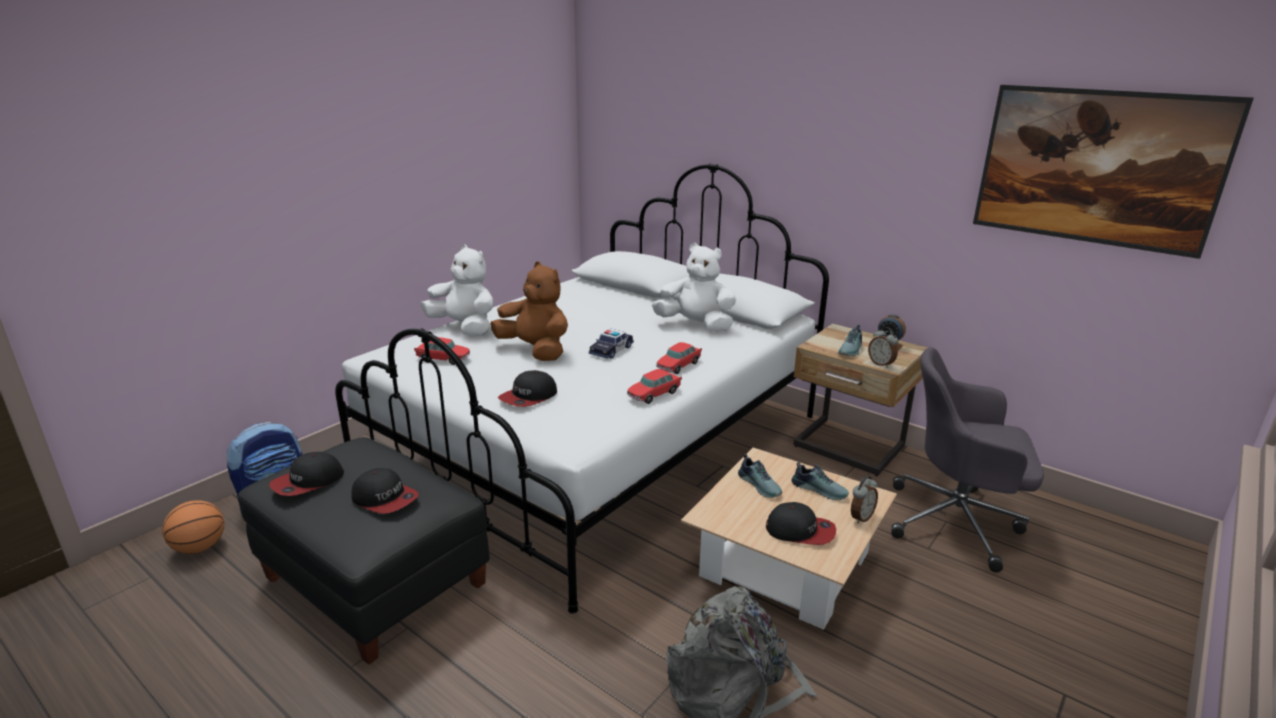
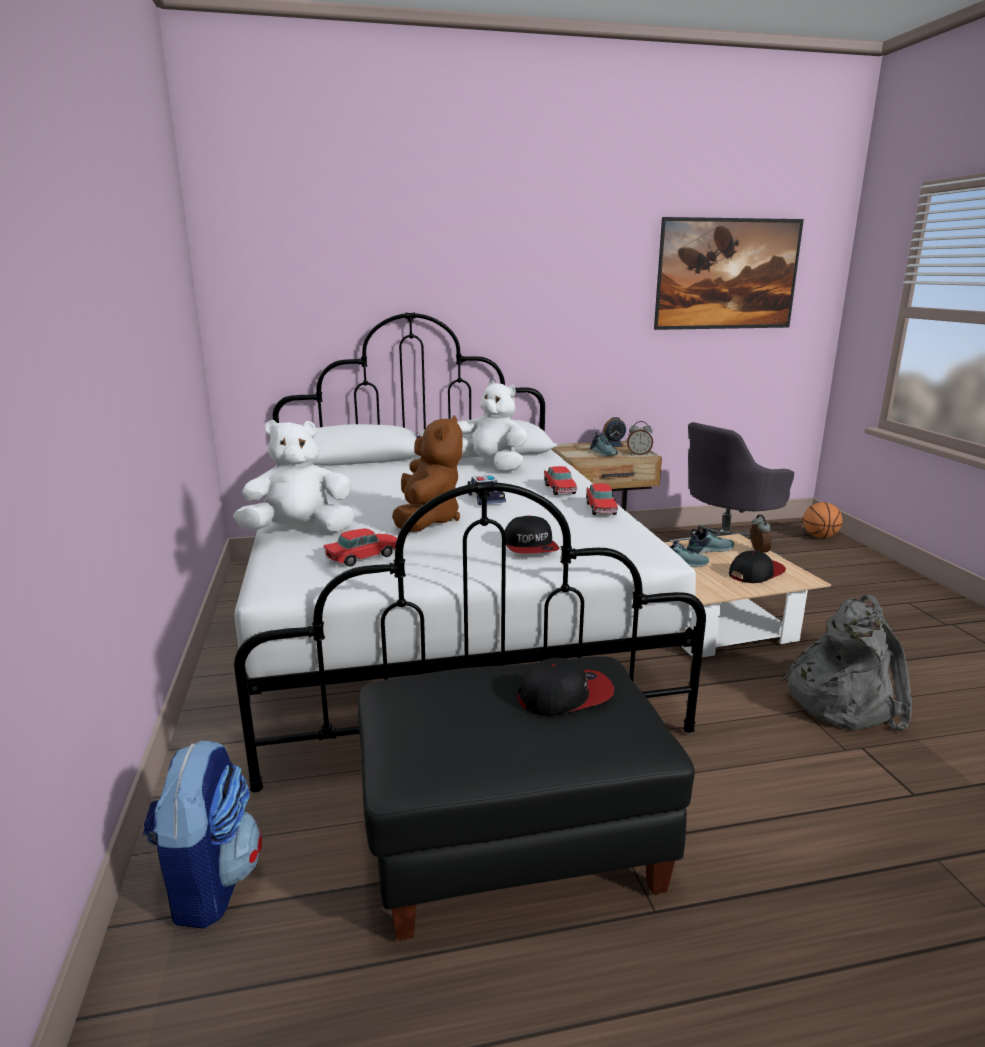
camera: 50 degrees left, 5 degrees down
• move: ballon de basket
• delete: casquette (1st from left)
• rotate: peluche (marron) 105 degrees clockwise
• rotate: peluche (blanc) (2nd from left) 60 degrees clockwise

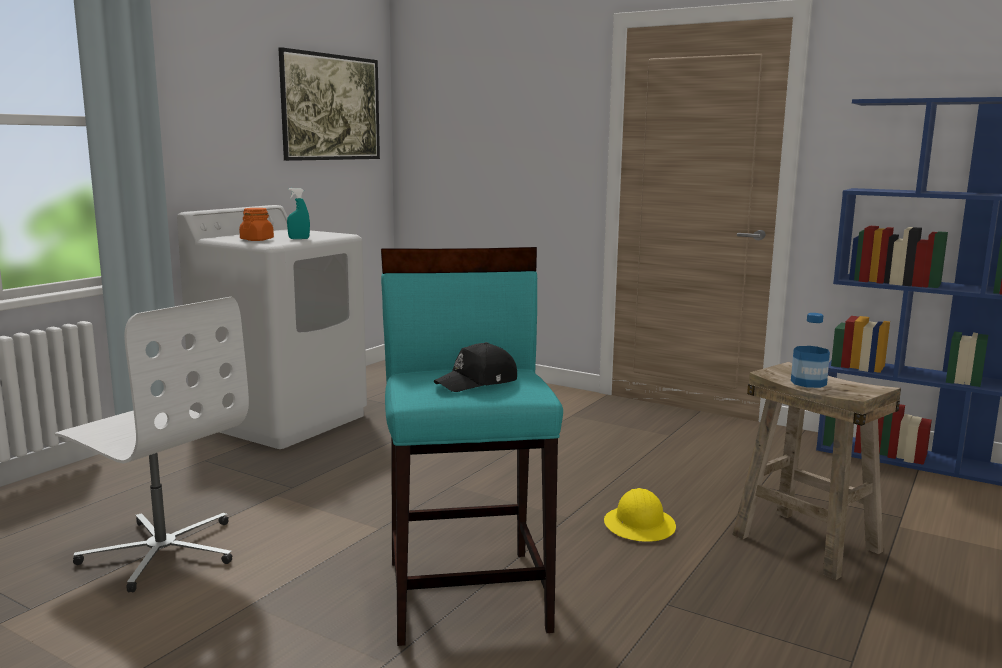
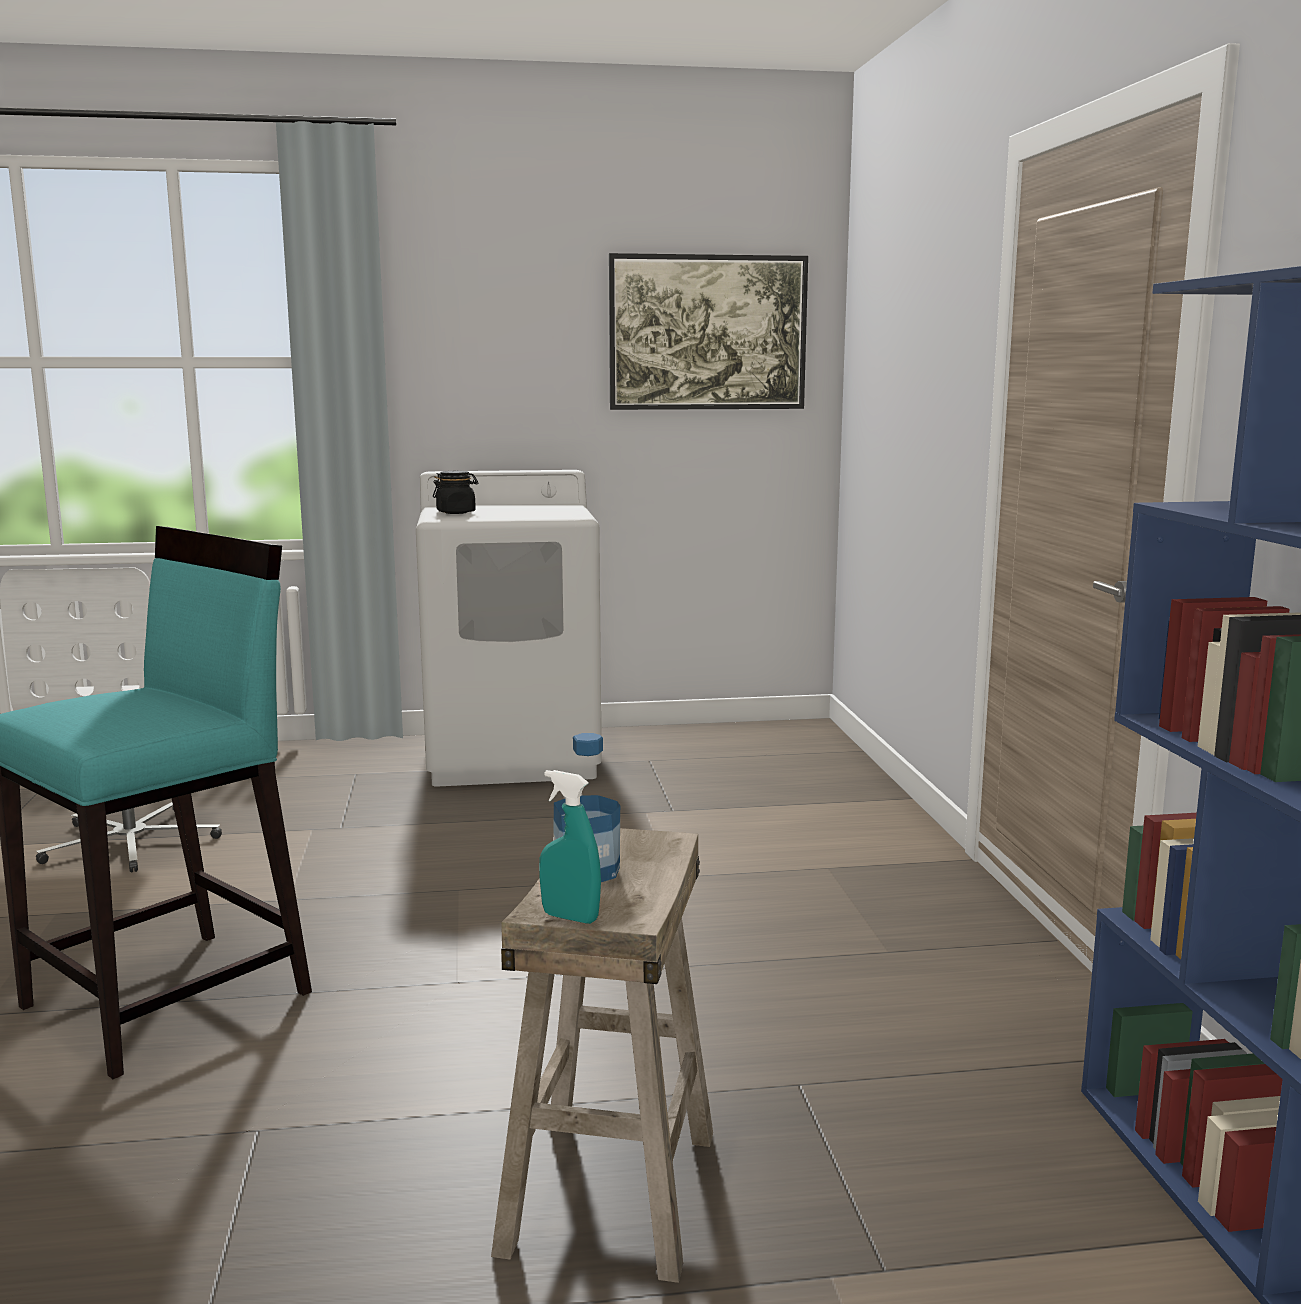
camera: 50 degrees right, 0 degrees up
• recolor: bocal (orange) to bocal (noir)
• move: vaporisateur (turquoise)
• delete: casquette (noir)
• delete: casque de chantier (jaune)

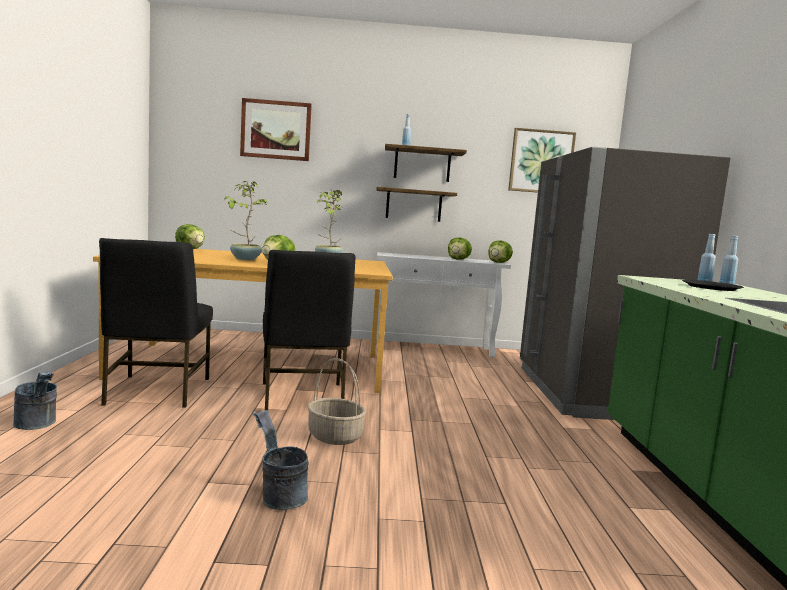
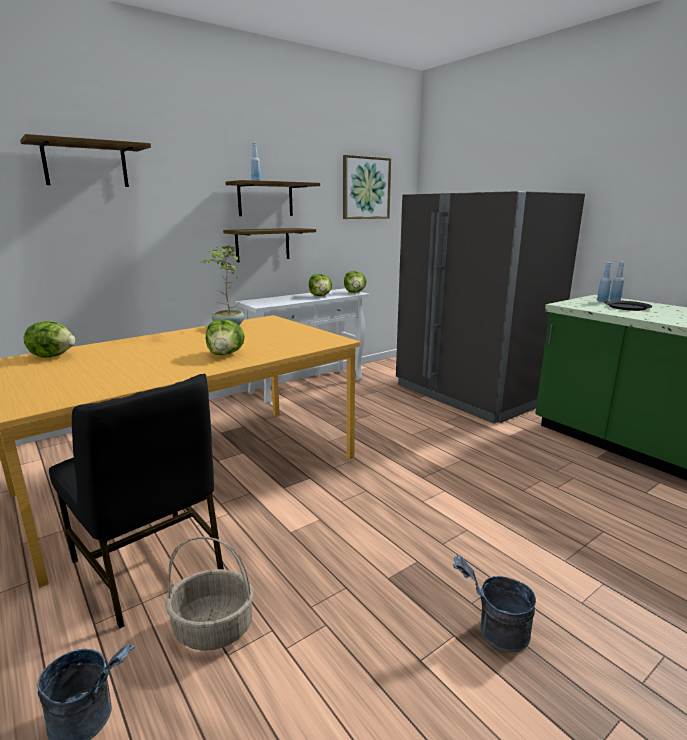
camera: 35 degrees left, 10 degrees up
• delete: plante en pot (1st from left)
• replace: tableau (1st from left) to étagère (1st from left)
• delete: chaise (noir) (2nd from left)
• move: panier

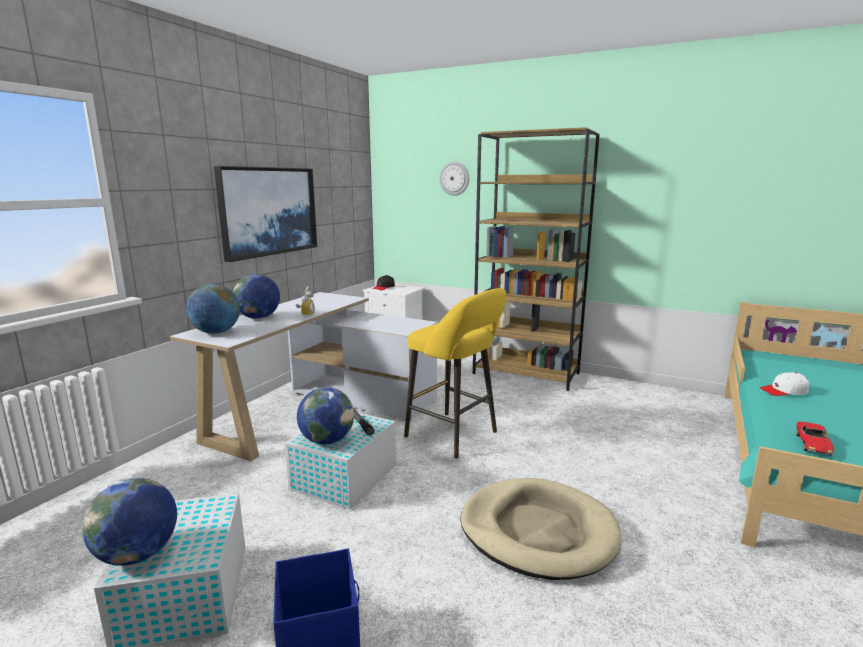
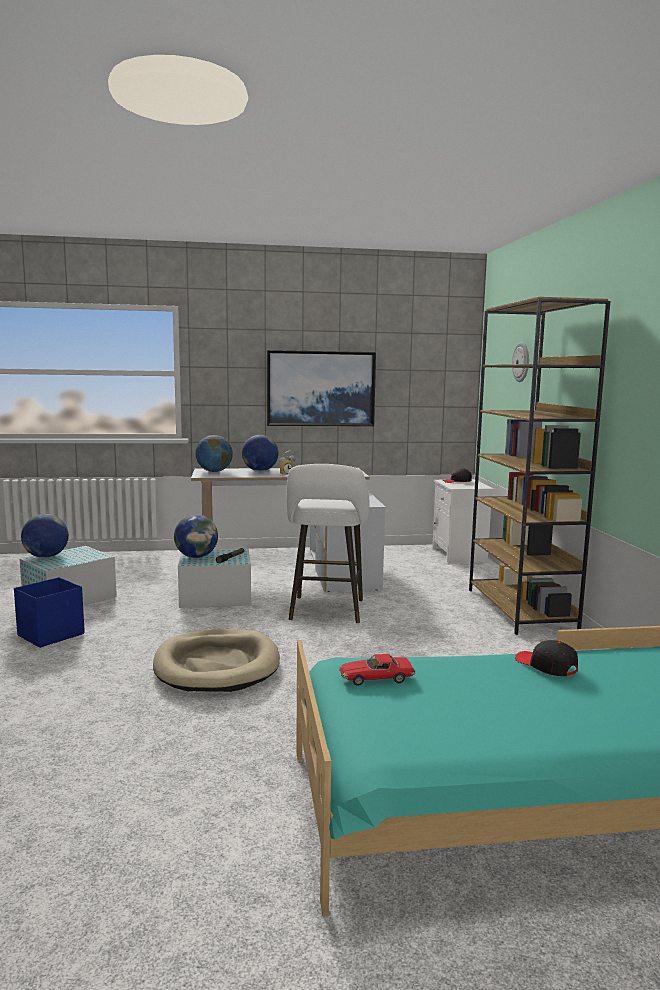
camera: 55 degrees right, 5 degrees down
• recolor: tabouret (jaune) to tabouret (blanc)
• recolor: casquette (blanc) to casquette (noir) (2nd from left)

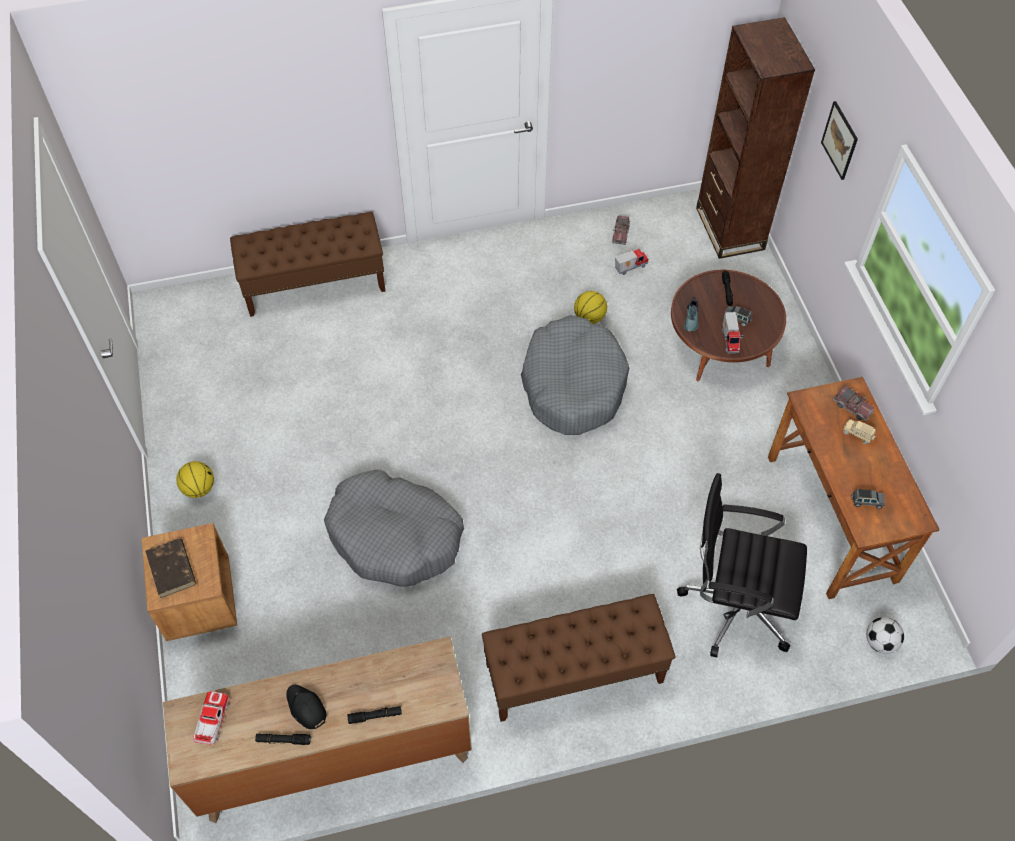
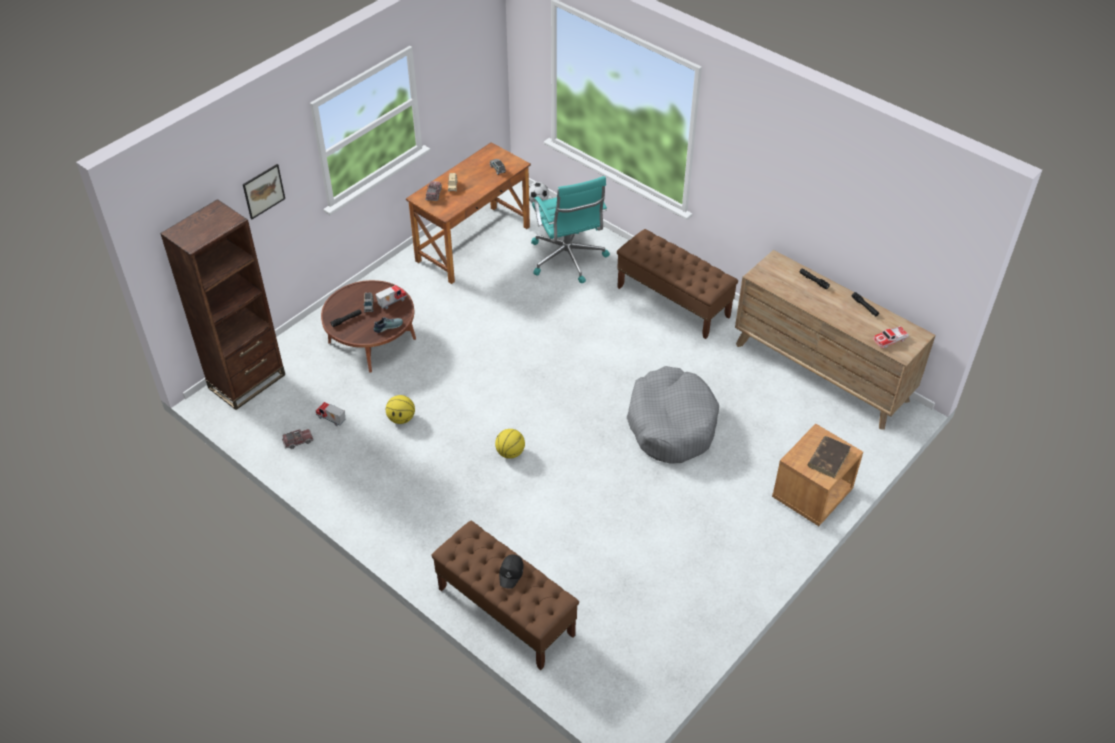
camera: 125 degrees left, 10 degrees down
• move: ballon de basket (1st from left in the first image) to ballon de basket (2nd from left)
• move: casquette (noir)
• delete: panier pour chien (gris) (2nd from left)
• recolor: chaise de bureau (noir) to chaise de bureau (turquoise)

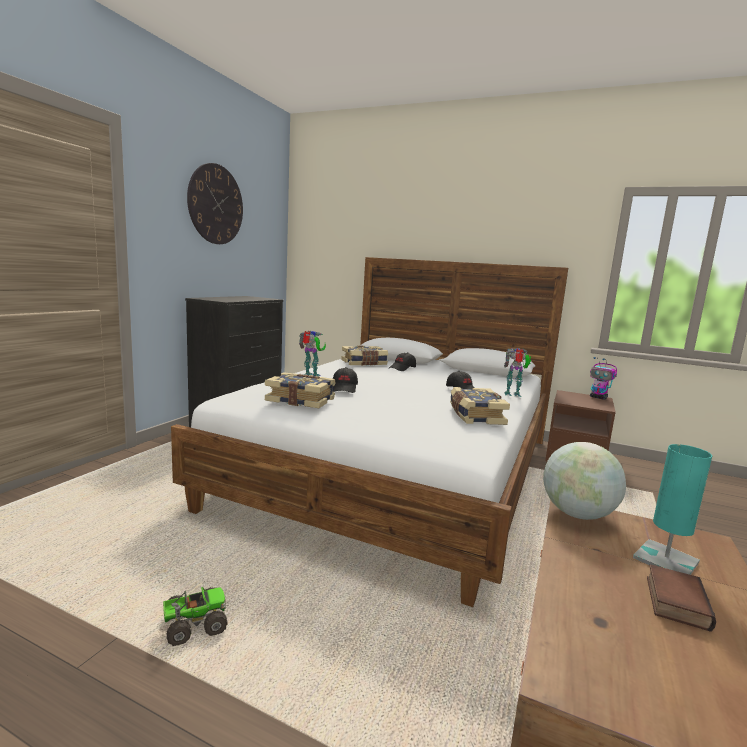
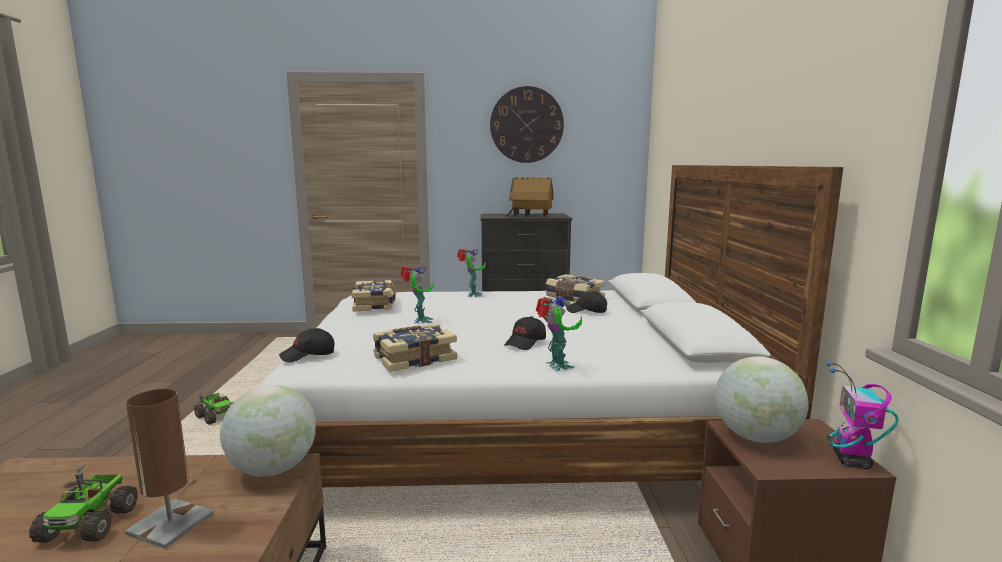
camera: 65 degrees right, 0 degrees up
• move: casquette (noir) (1st from left)
• recolor: lampe de table (turquoise) to lampe de table (marron)
• replace: livre (4th from left) to camion jouet (1st from left)
• insert: robot jouet (1st from left)
• insert: maison miniature
• insert: globe (2nd from left)

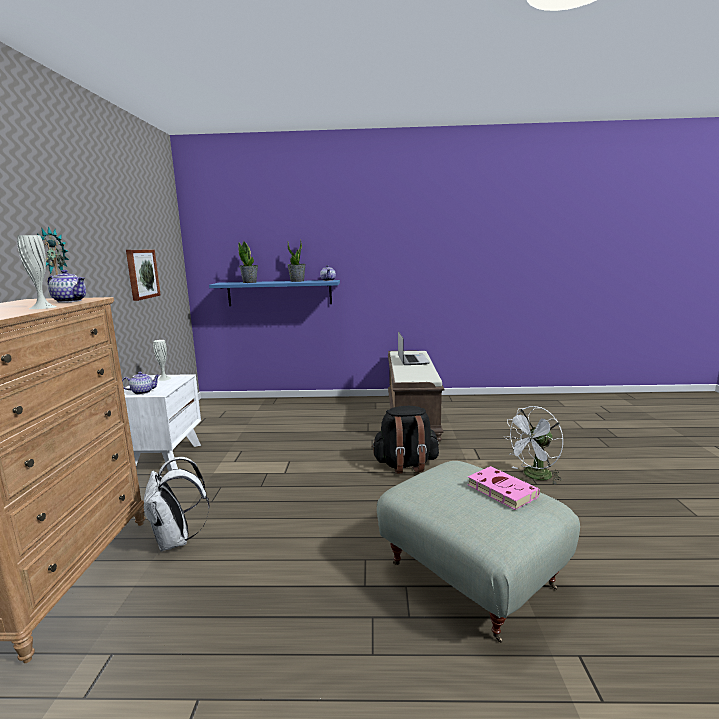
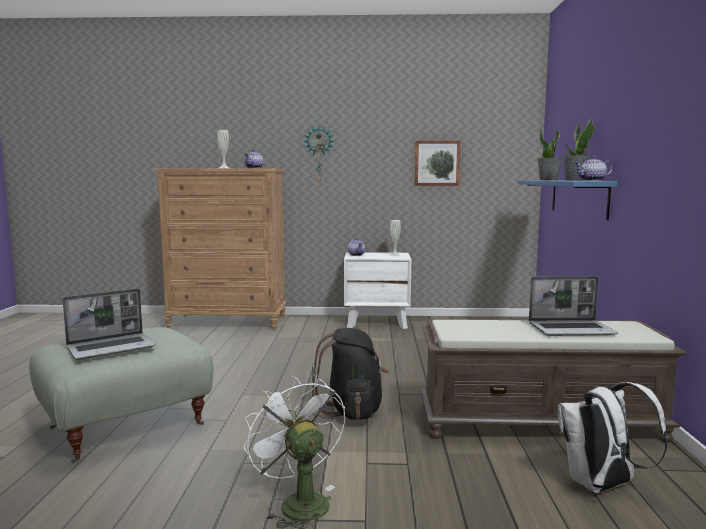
camera: 90 degrees right, 5 degrees down
• move: sac à dos (blanc)
• replace: livre (rose) to ordinateur portable (1st from left)

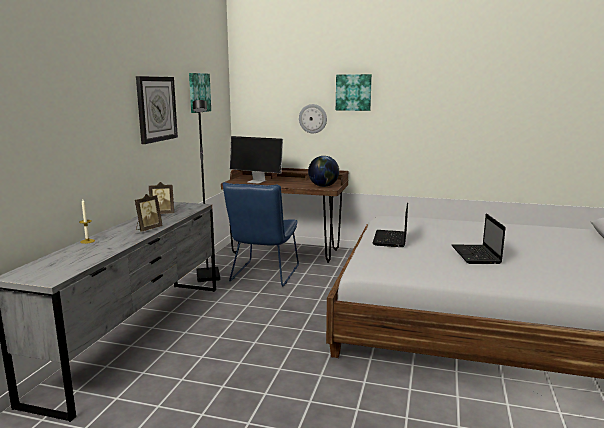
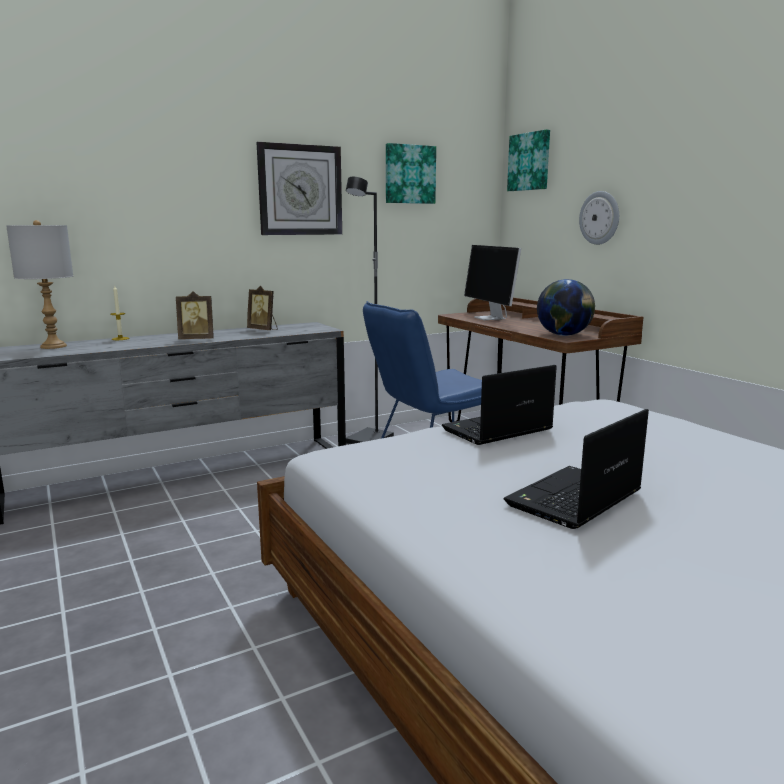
camera: 45 degrees right, 0 degrees up
• move: tableau (2nd from left)
• insert: lampe de table (gris)

